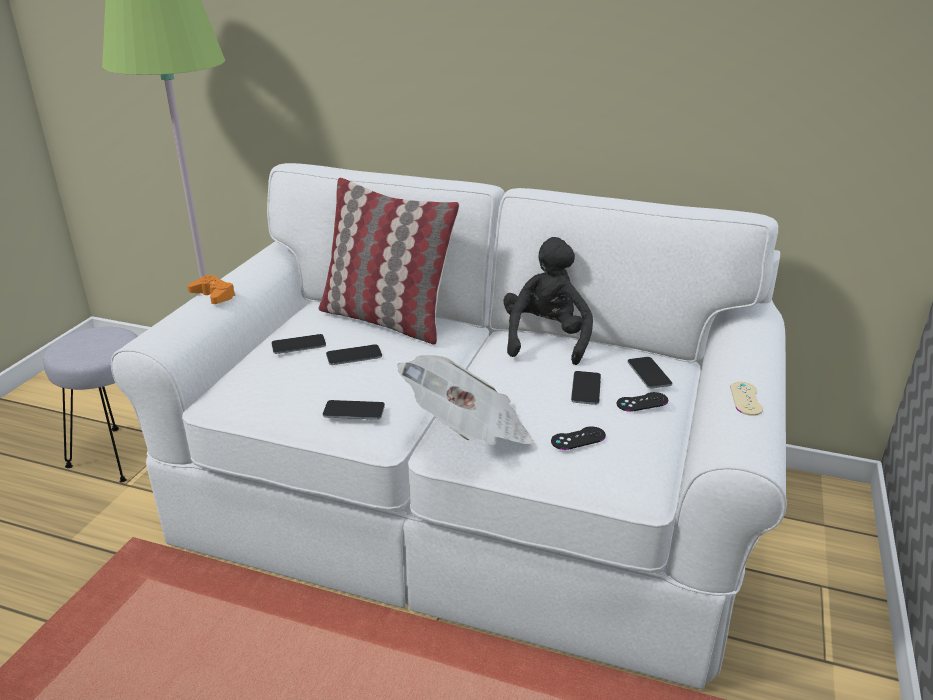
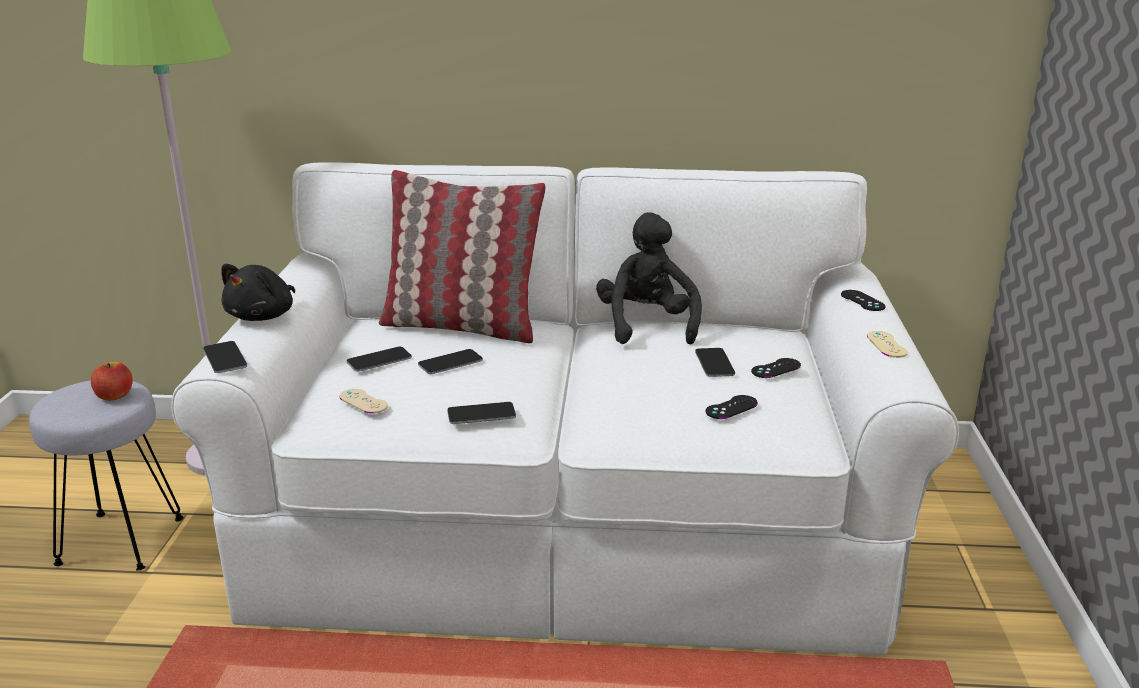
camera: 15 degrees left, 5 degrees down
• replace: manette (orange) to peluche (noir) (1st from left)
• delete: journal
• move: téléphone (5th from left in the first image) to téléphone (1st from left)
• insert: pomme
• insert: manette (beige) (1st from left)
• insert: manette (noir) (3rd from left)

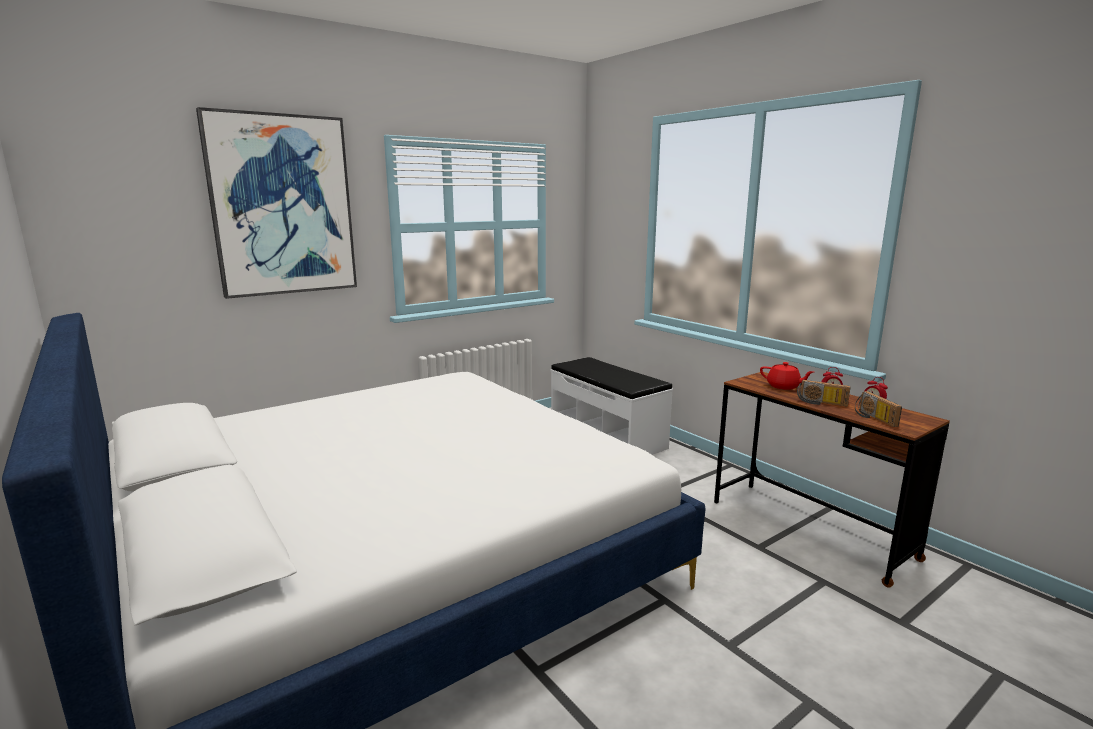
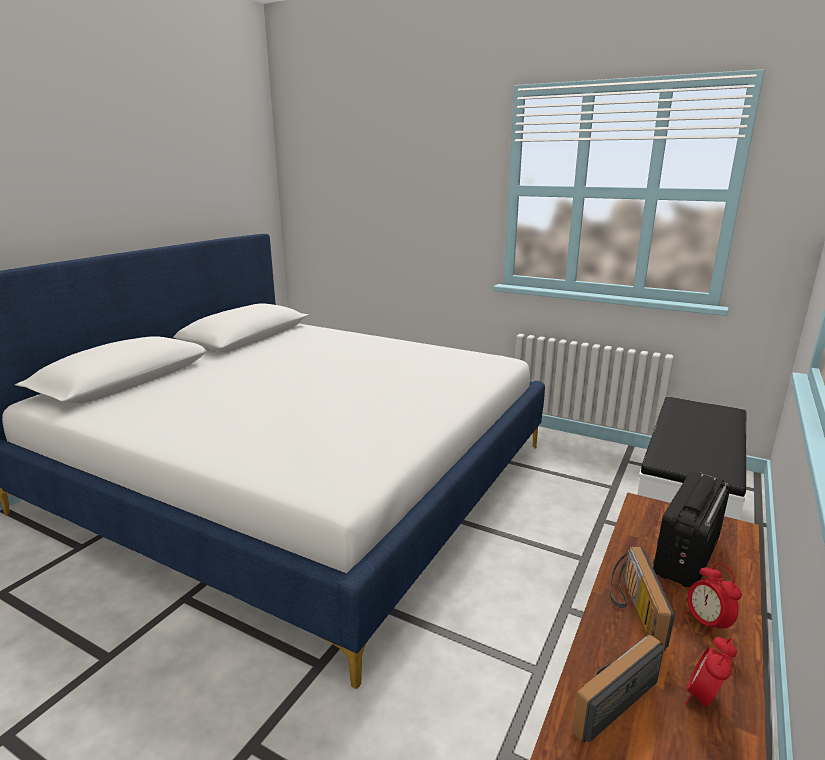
camera: 65 degrees right, 5 degrees up
• delete: tableau
• replace: théière (rouge) to radio (3rd from left)

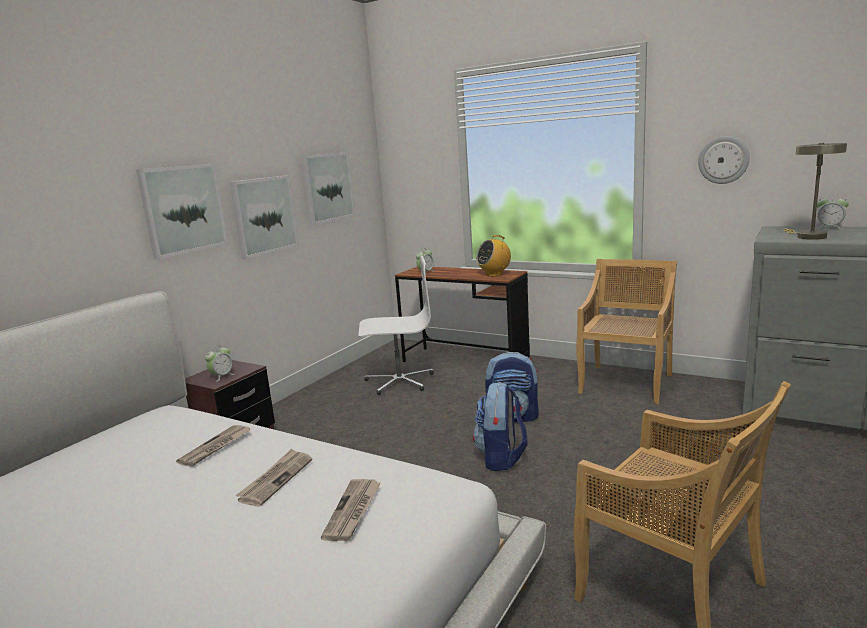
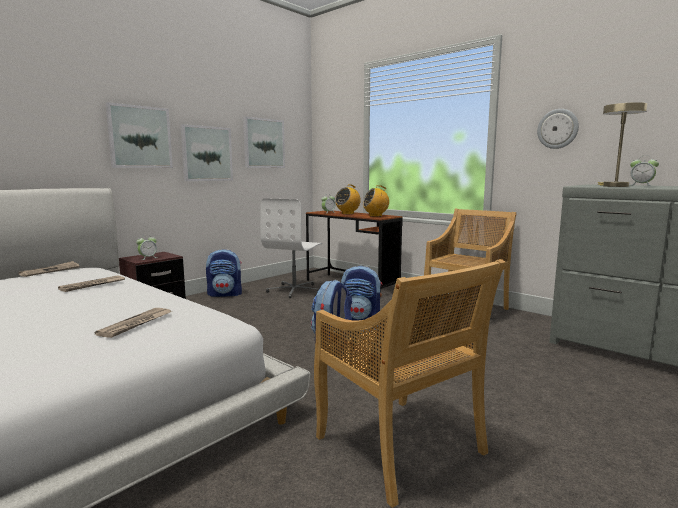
camera: 10 degrees right, 5 degrees down
• move: journal (2nd from left in the first image) to journal (1st from left)
• rotate: chaise de bureau (blanc) 105 degrees clockwise
• insert: sac à dos (1st from left)
• insert: radio (1st from left)

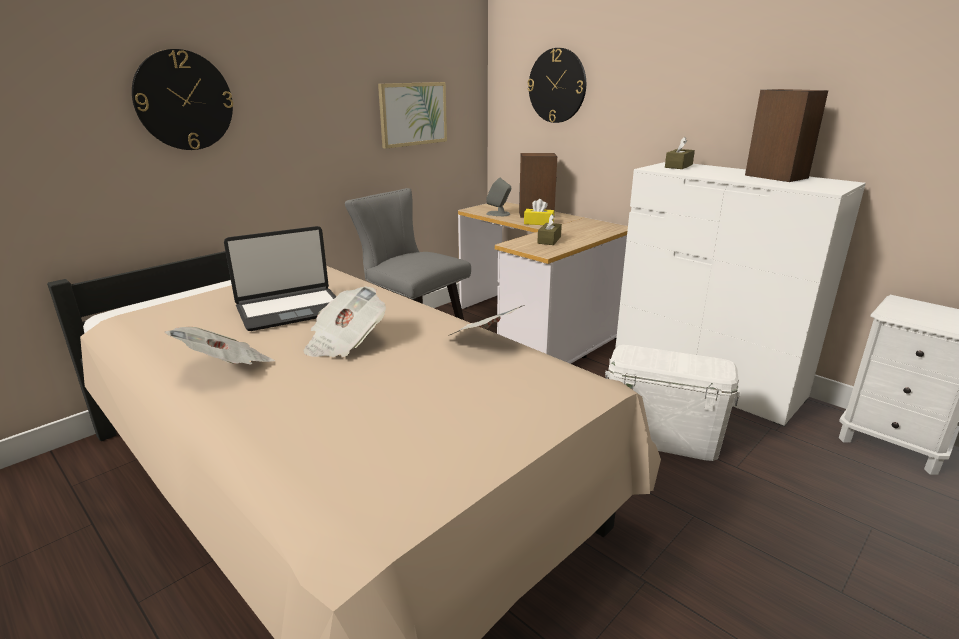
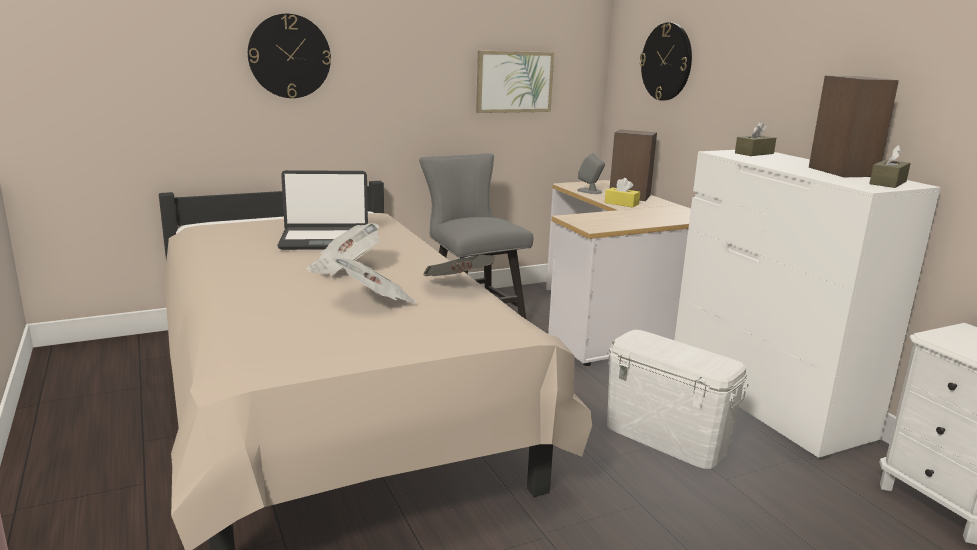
camera: 20 degrees right, 5 degrees down
• move: journal (1st from left in the first image) to journal (2nd from left)
• move: boîte à mouchoirs (marron) (1st from left in the first image) to boîte à mouchoirs (marron) (2nd from left)

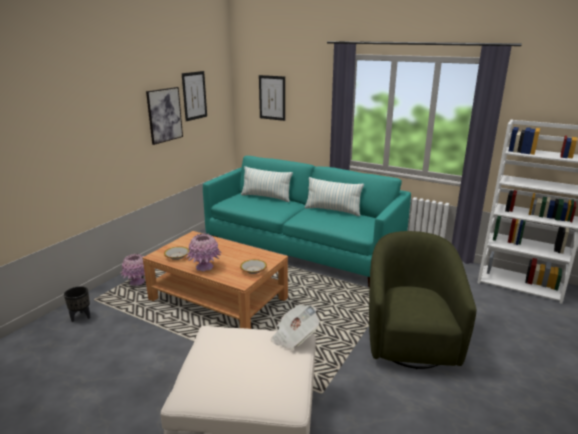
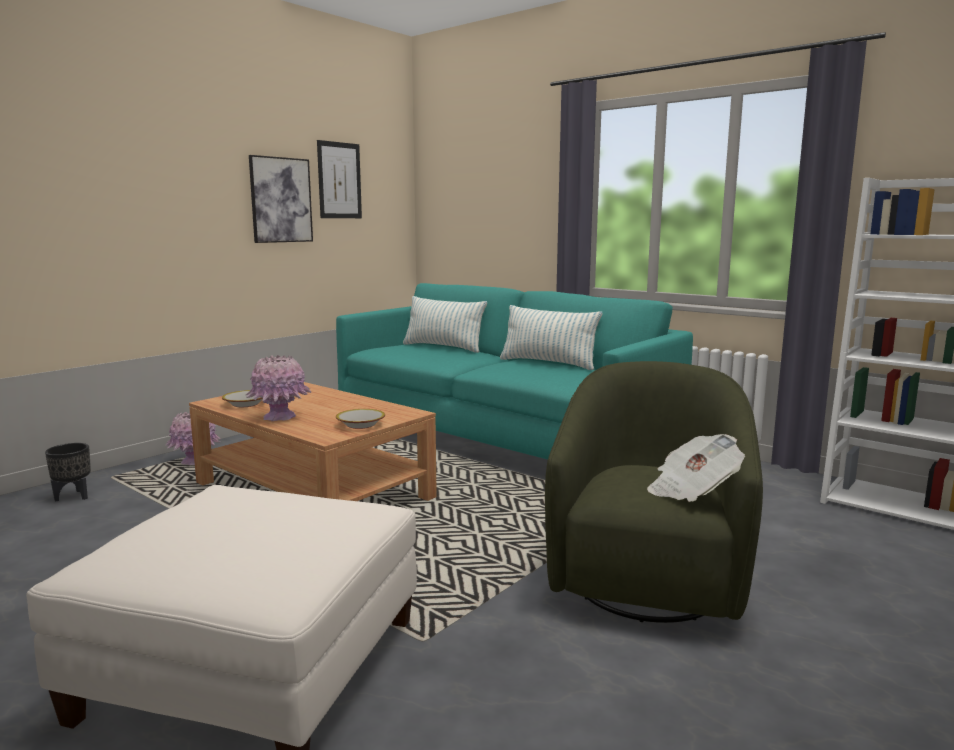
camera: 10 degrees right, 10 degrees down
• delete: tableau (3rd from left)
• move: journal

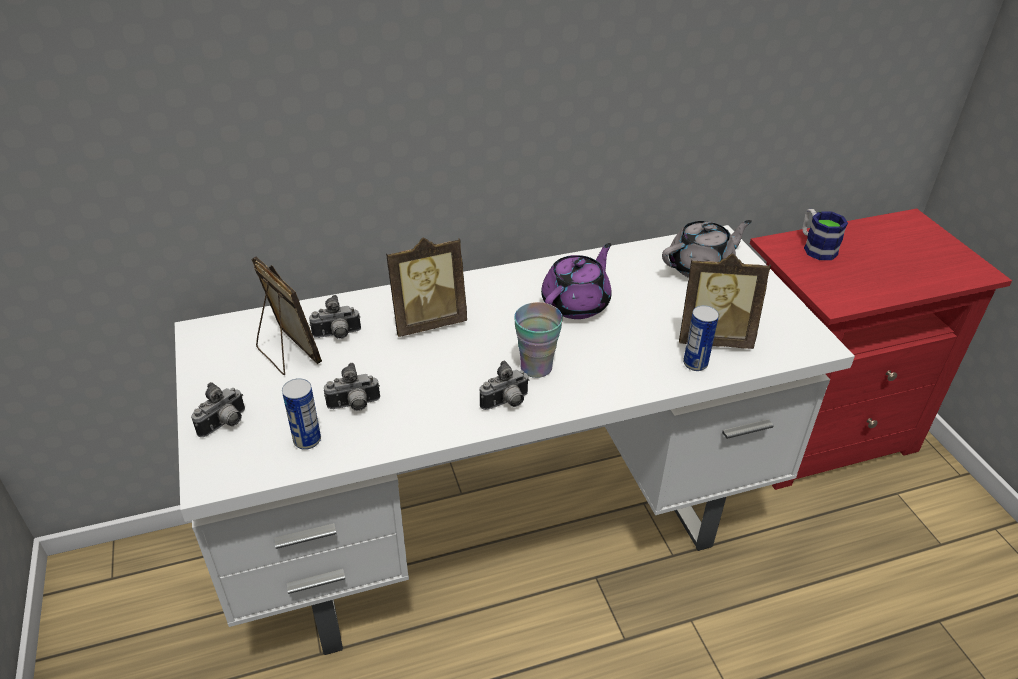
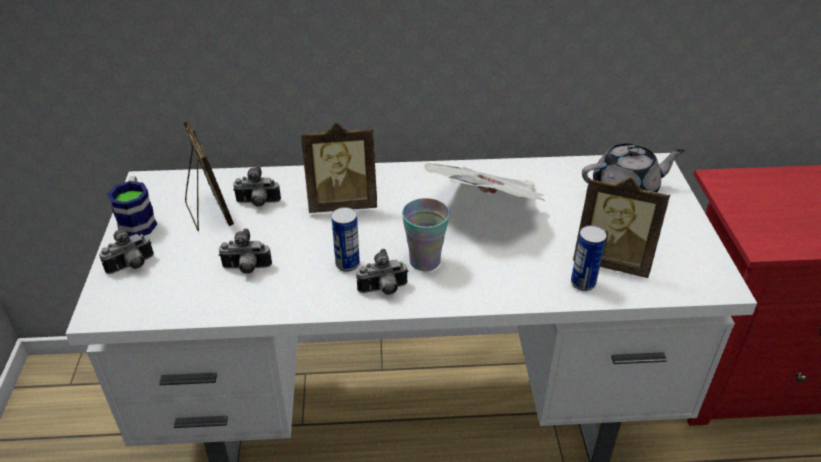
camera: 15 degrees right, 0 degrees up
• move: boîte métallique (1st from left)
• replace: théière (violet) to journal
• move: mug

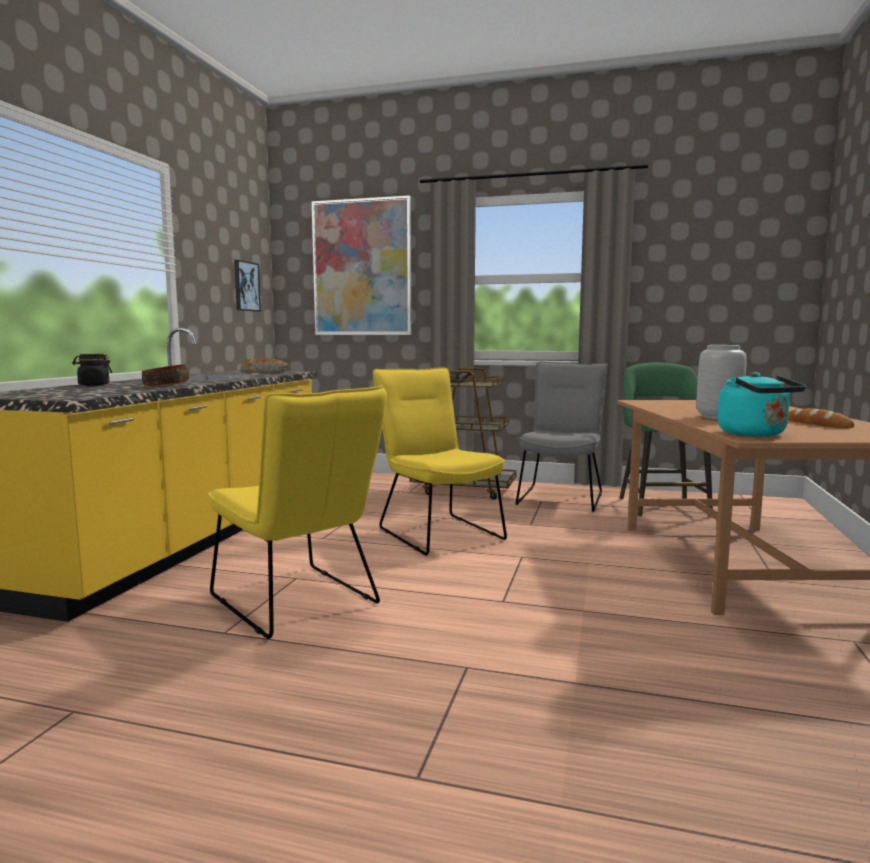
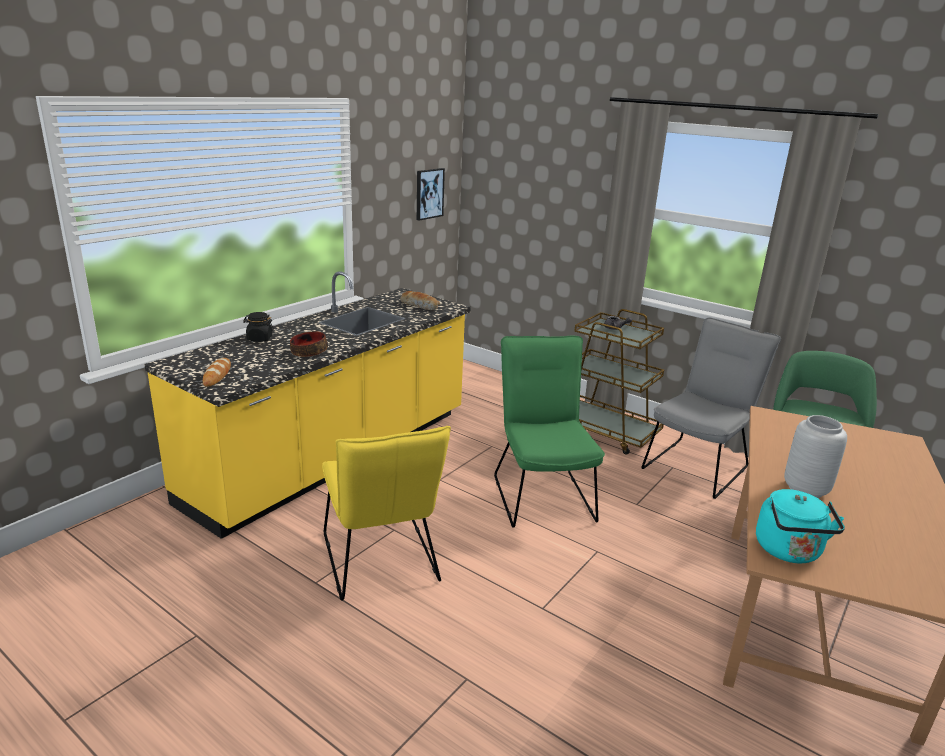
camera: 20 degrees right, 15 degrees up
• delete: tableau (2nd from left)
• recolor: chaise (jaune) (2nd from left) to chaise (vert)
• move: pain (2nd from left in the first image) to pain (1st from left)

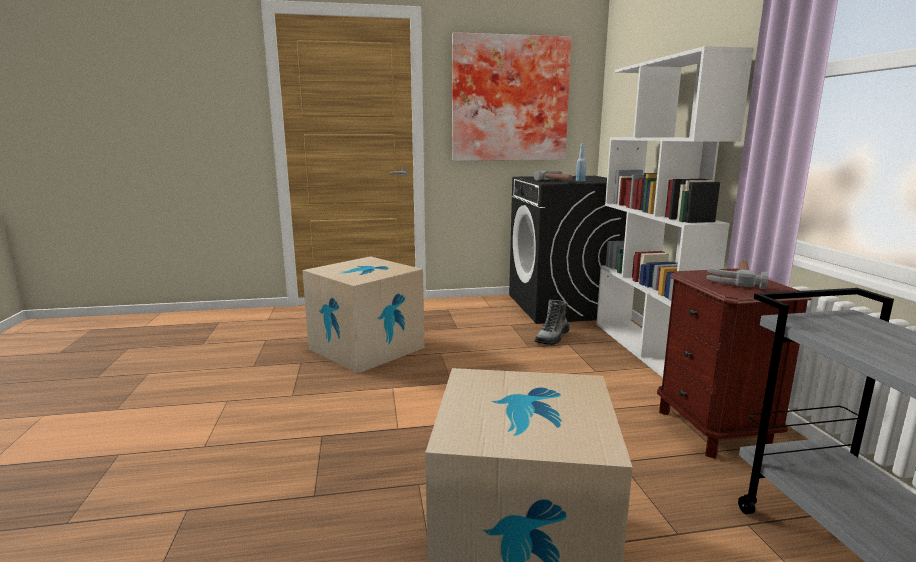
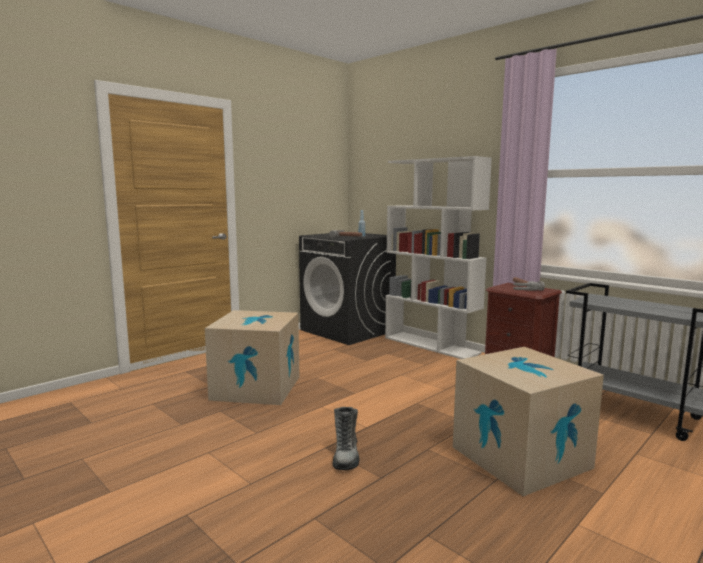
camera: 35 degrees left, 5 degrees down
• delete: tableau
• move: botte

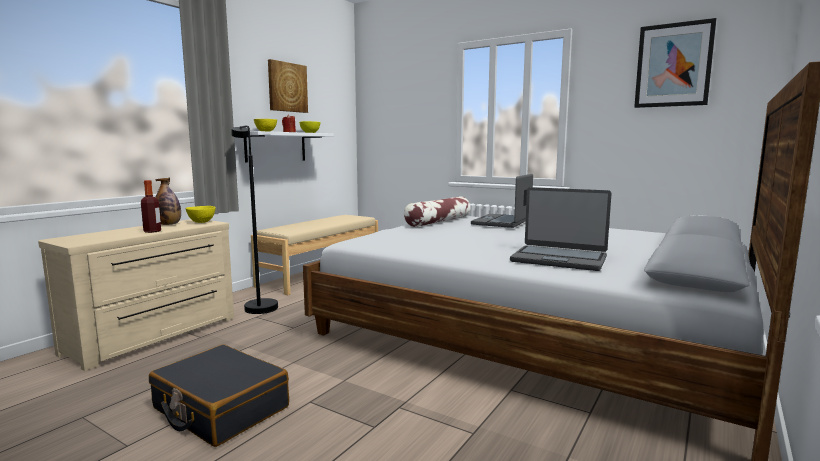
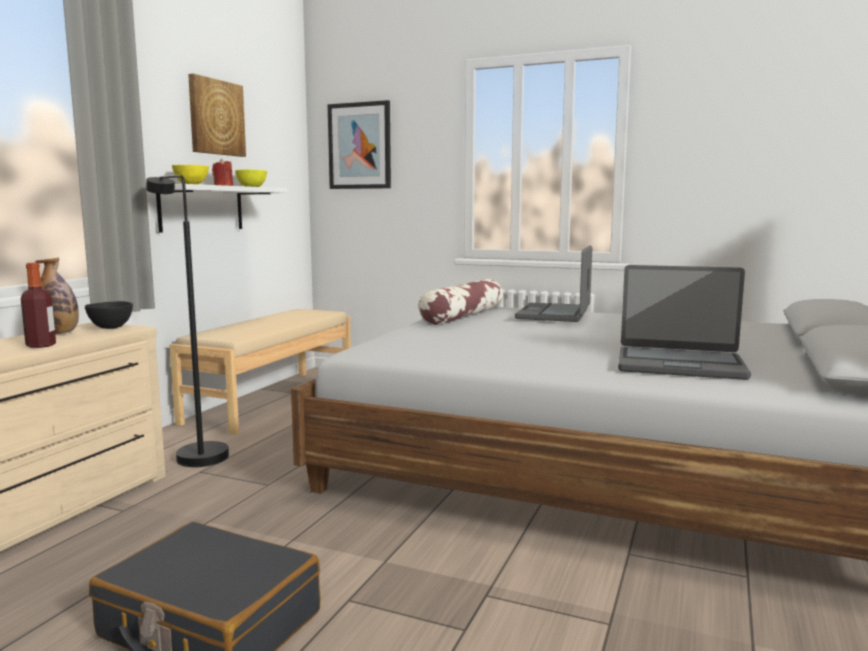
camera: 10 degrees left, 0 degrees up
• recolor: bol (jaune) (1st from left) to bol (noir)
• move: tableau (2nd from left)

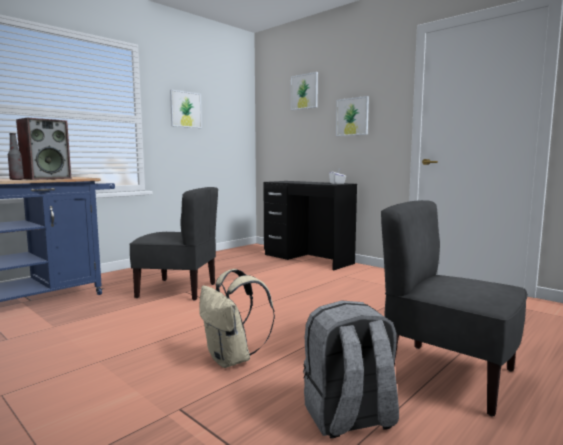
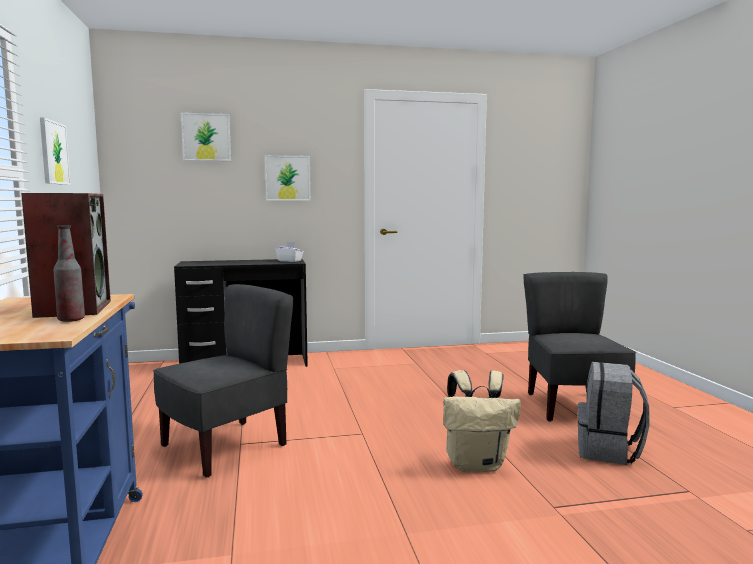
camera: 55 degrees left, 0 degrees up
• rotate: chaise (gris) (2nd from left) 105 degrees clockwise

